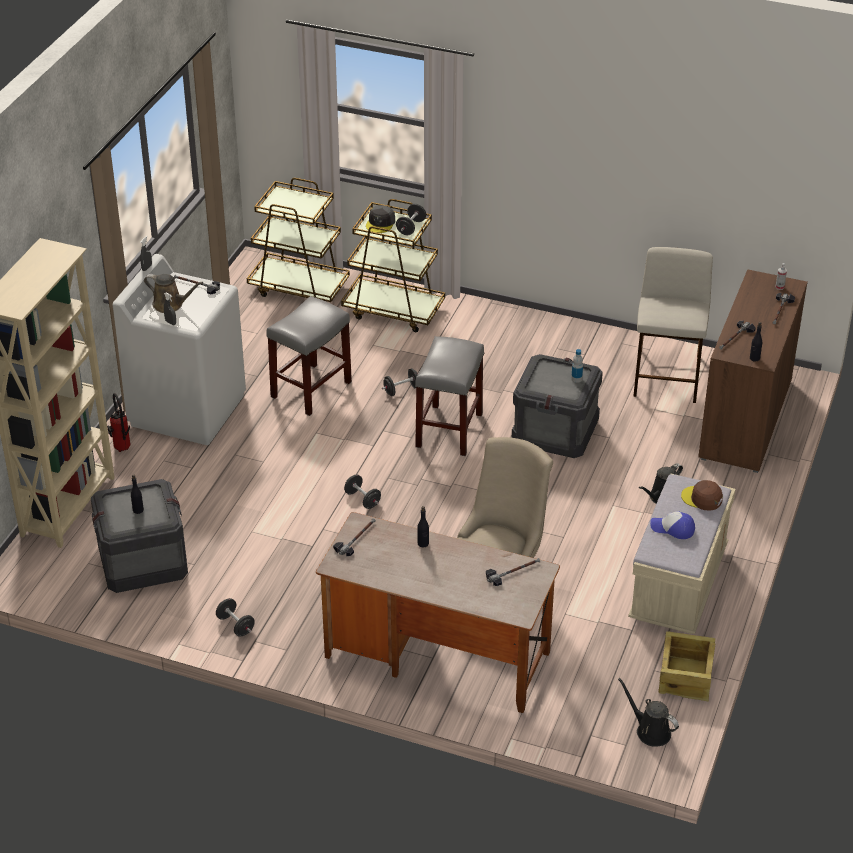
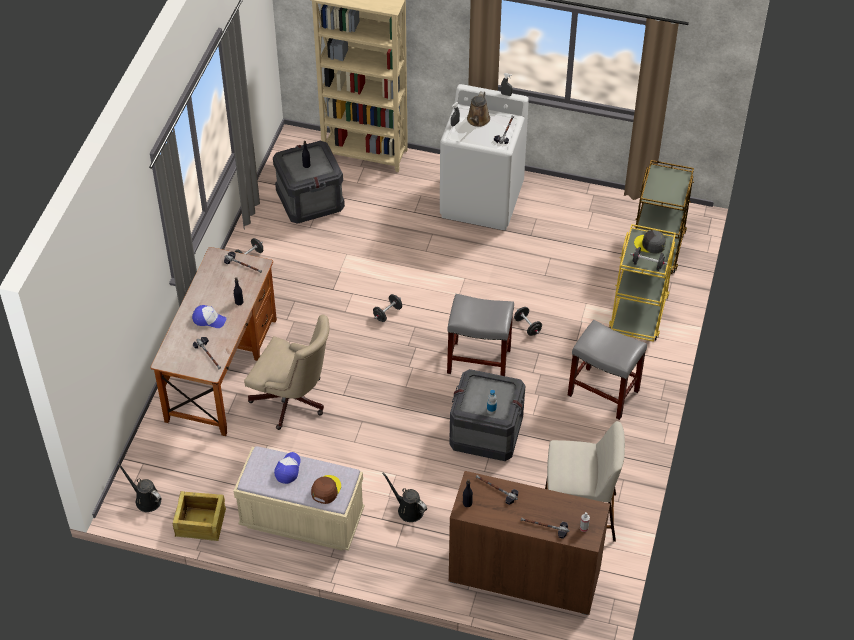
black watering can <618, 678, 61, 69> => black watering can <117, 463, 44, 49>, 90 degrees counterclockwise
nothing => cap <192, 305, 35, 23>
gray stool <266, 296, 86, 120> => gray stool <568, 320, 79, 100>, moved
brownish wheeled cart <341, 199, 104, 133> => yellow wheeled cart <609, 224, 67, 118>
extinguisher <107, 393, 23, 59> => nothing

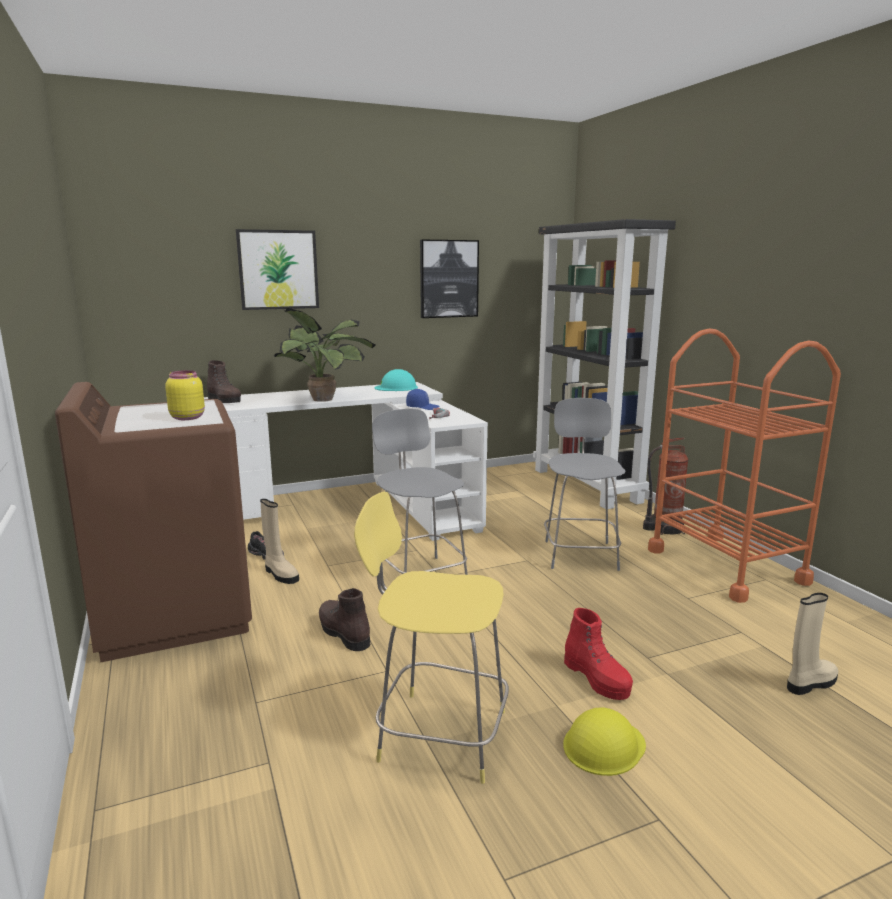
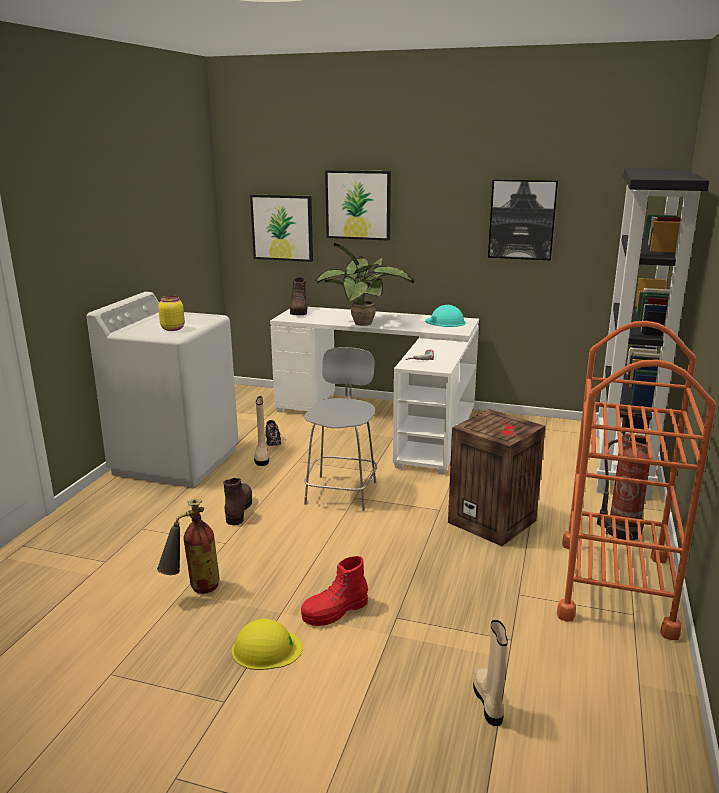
brownish laundry machine <55, 382, 197, 281> => white-coloured laundry machine <86, 292, 153, 195>
yellow stool <354, 492, 155, 292> => extinguisher <157, 498, 63, 96>
nothing => wall picture <250, 194, 63, 68>
reddish high-top boot <564, 608, 69, 92> => reddish high-top boot <301, 556, 67, 70>, 45 degrees clockwise
gray stool <544, 398, 81, 173> => packing crate <448, 409, 97, 137>
beige-coloured high-top boot <787, 593, 51, 102> => beige-coloured high-top boot <473, 620, 35, 106>, 105 degrees counterclockwise
blue-coloured cap <406, 389, 34, 21> => nothing

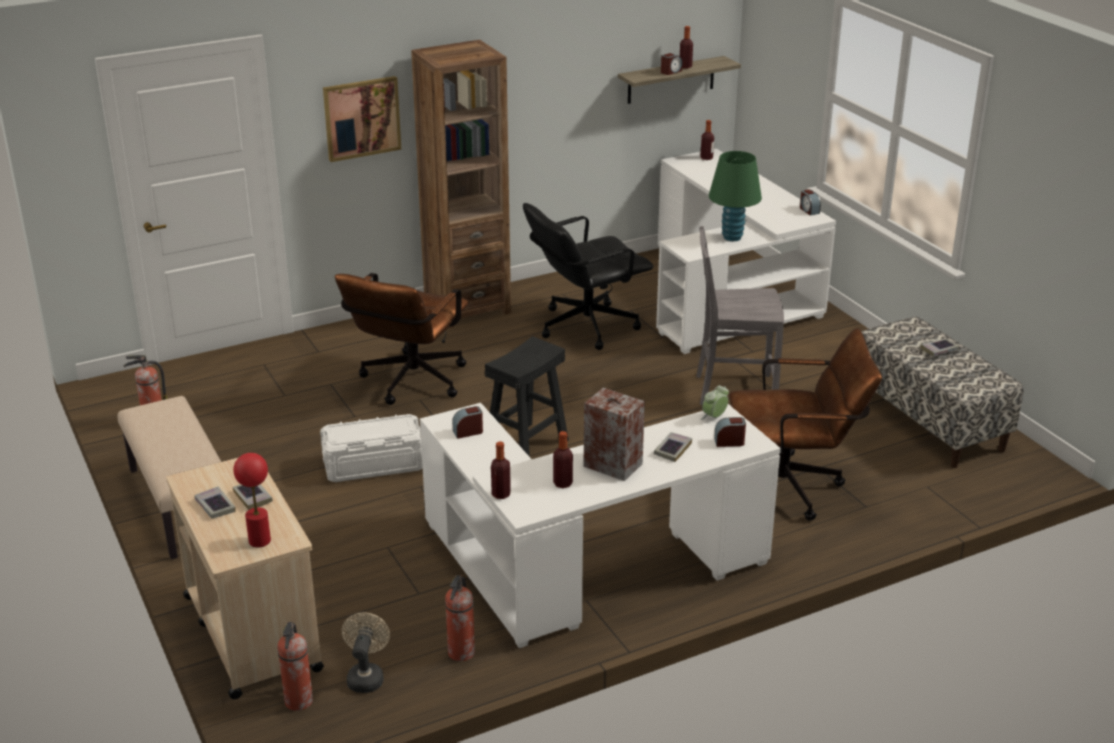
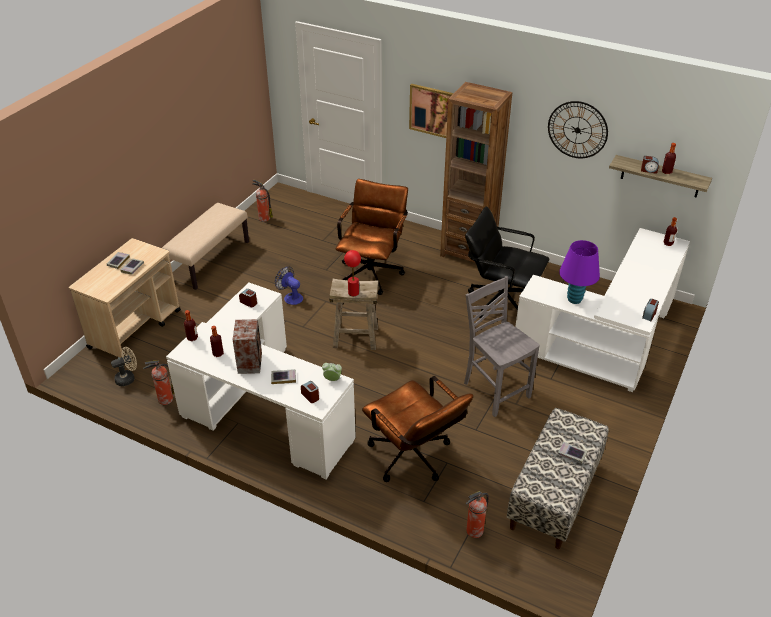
white-coloured storage box <320, 414, 103, 68> => cooling fan <275, 266, 28, 39>
black stool <485, 336, 84, 121> => beige-coloured stool <329, 279, 50, 71>
brownish desk chair <335, 273, 134, 132> => brownish desk chair <336, 179, 72, 116>, 120 degrees clockwise
reddish lamp for a table <233, 453, 38, 94> => reddish lamp for a table <344, 250, 17, 46>, moved
extinguisher <277, 622, 36, 89> => extinguisher <466, 491, 23, 47>, moved
nothing => wall clock <548, 101, 60, 57>
greenish lamp for a table <709, 151, 53, 90> => purplish lamp for a table <559, 240, 41, 64>

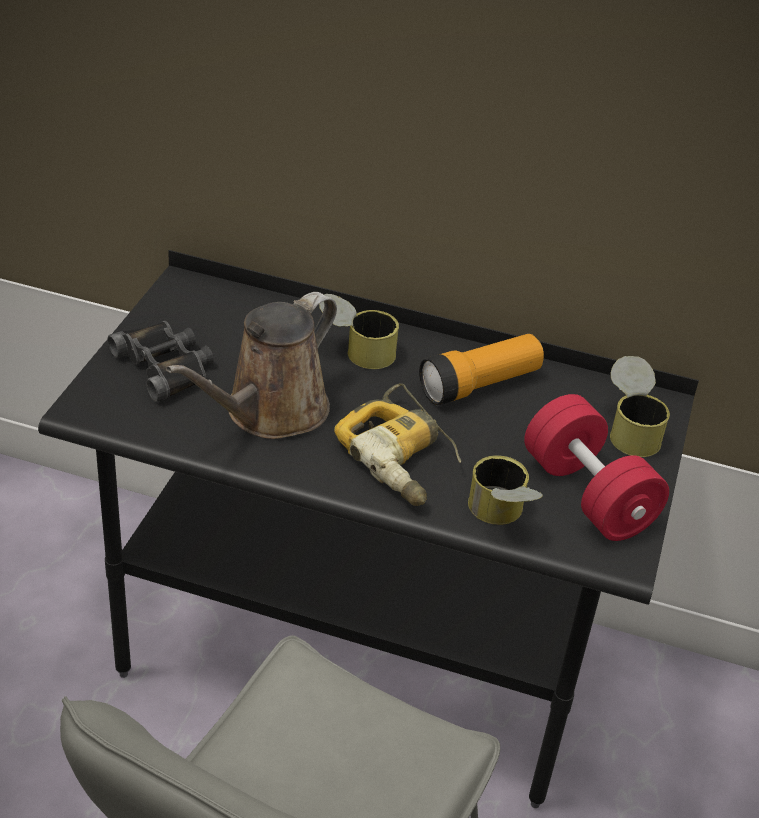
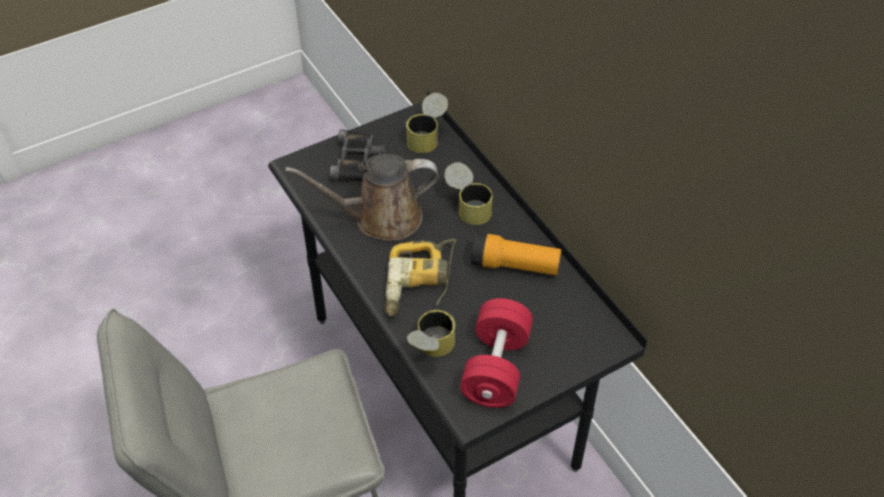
metal can <610, 356, 60, 101> => metal can <406, 93, 42, 60>, moved

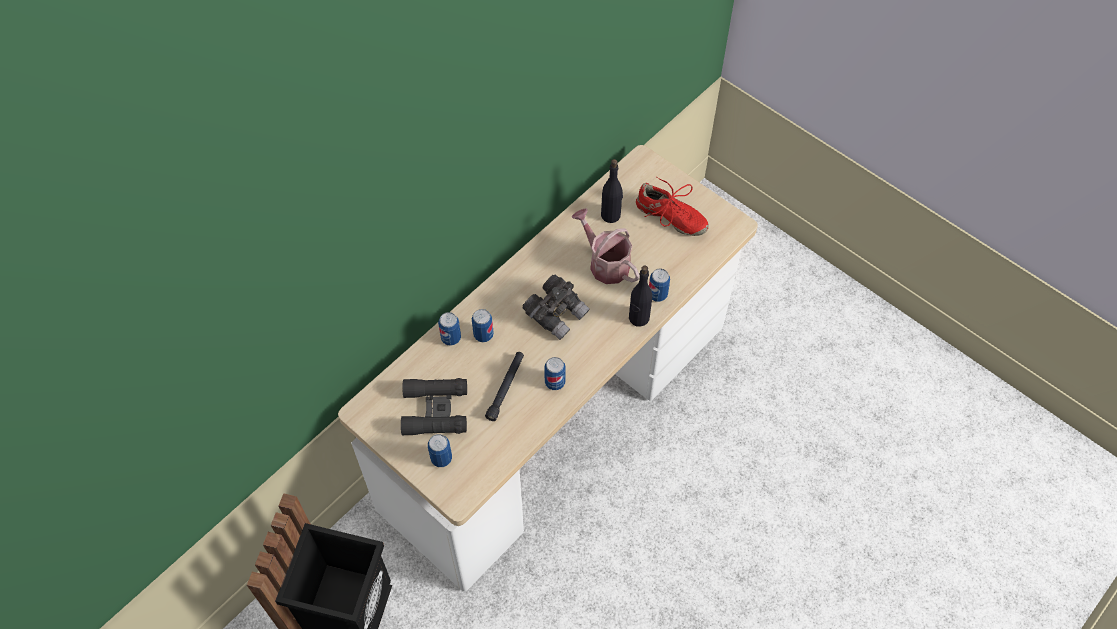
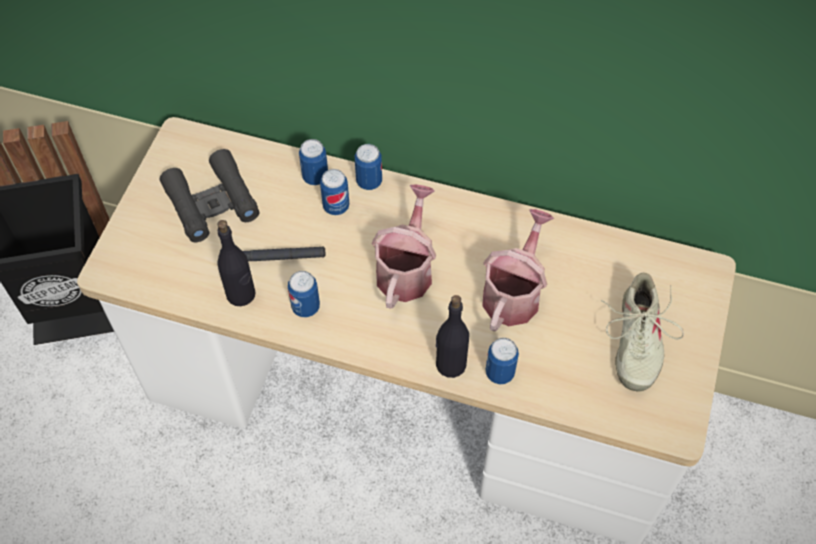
black bottle <601, 159, 22, 64> => black bottle <217, 220, 39, 86>, moved
metal can <428, 434, 24, 33> => metal can <355, 144, 27, 46>, moved
gray binoculars <522, 274, 68, 66> => watering can <372, 184, 64, 125>
reddish low shoe <636, 177, 73, 59> => beige-coloured low shoe <601, 273, 83, 119>

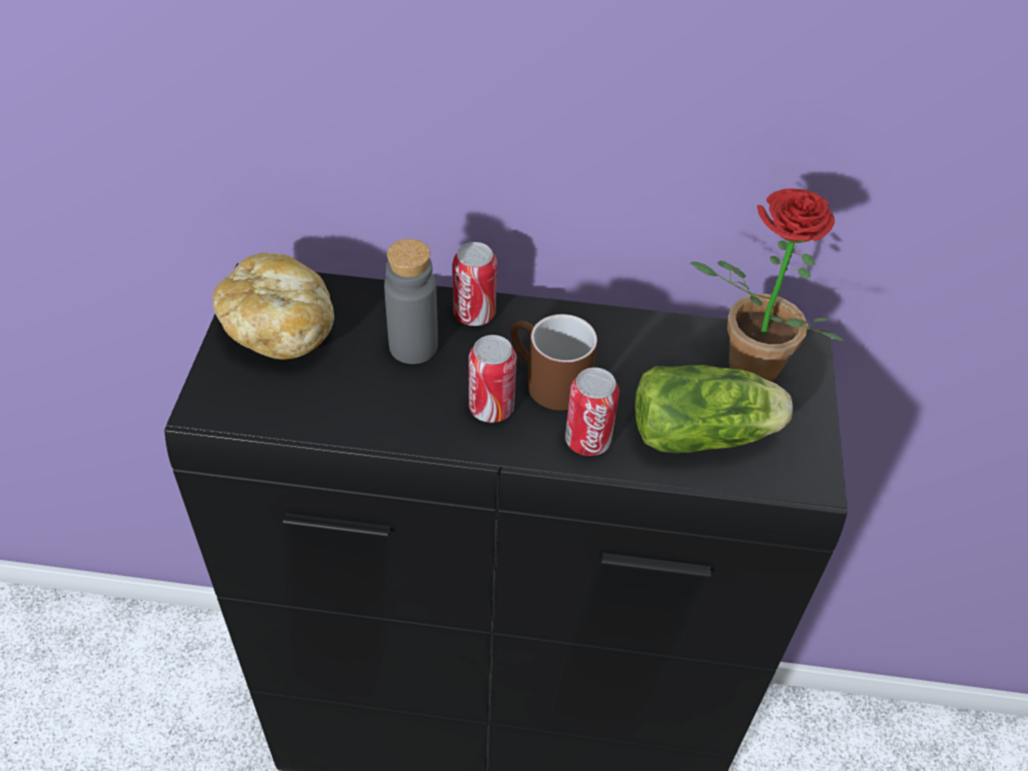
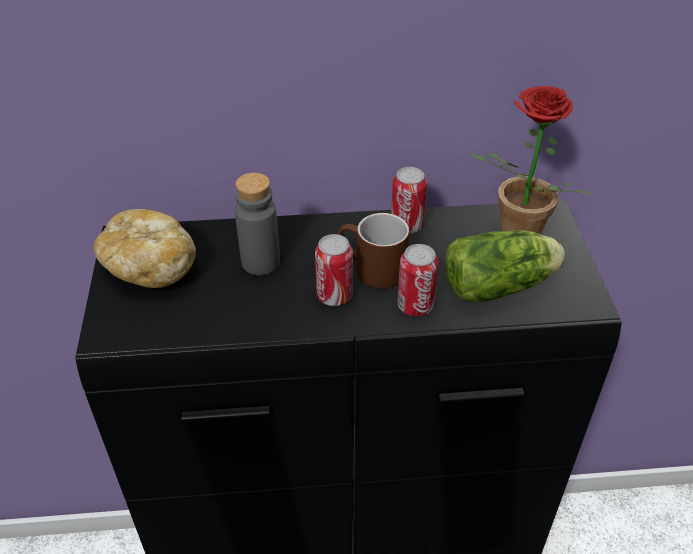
metal can <453, 242, 44, 84> => metal can <391, 167, 36, 67>, moved

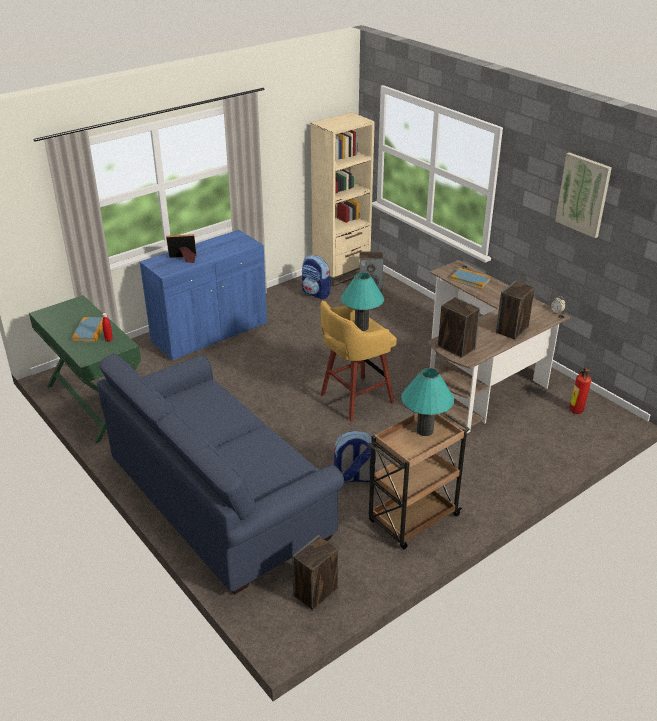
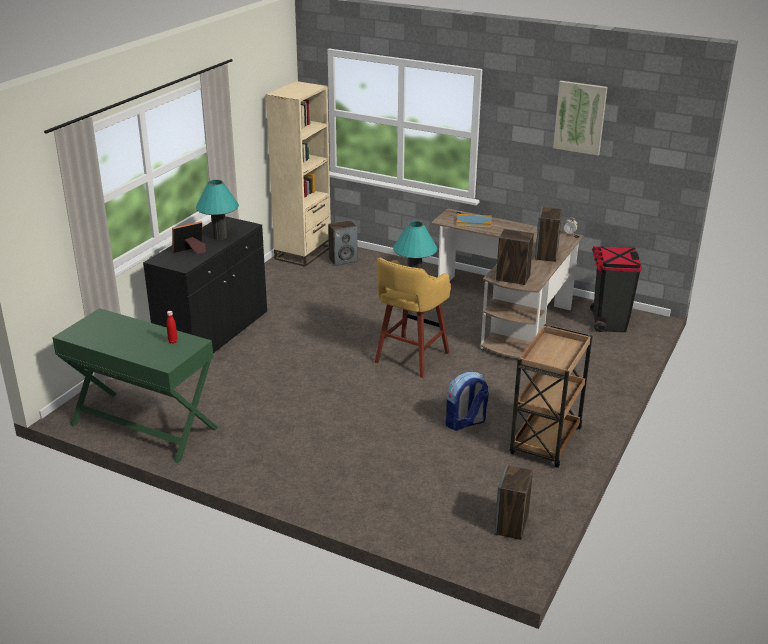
blue-coloured storage cabinet <139, 230, 128, 131> => black storage cabinet <143, 216, 124, 137>
blue-green lamp for a table <401, 368, 53, 68> => blue-green lamp for a table <196, 180, 43, 60>, moved
extinguisher <569, 368, 24, 46> => black rubbish bin <590, 246, 52, 86>
book <72, 317, 31, 26> => nothing
blue-coloured couch <97, 354, 247, 240> => nothing
backpack <302, 255, 30, 44> => nothing

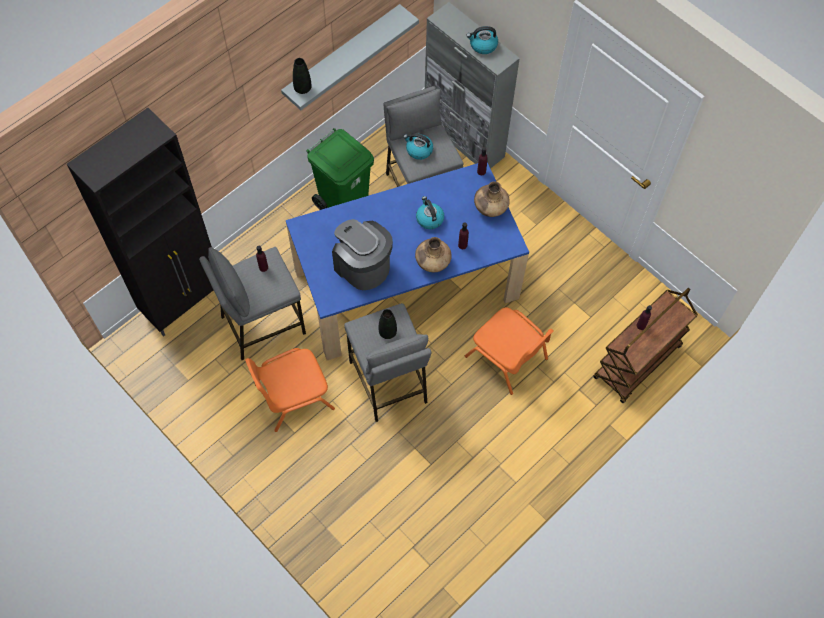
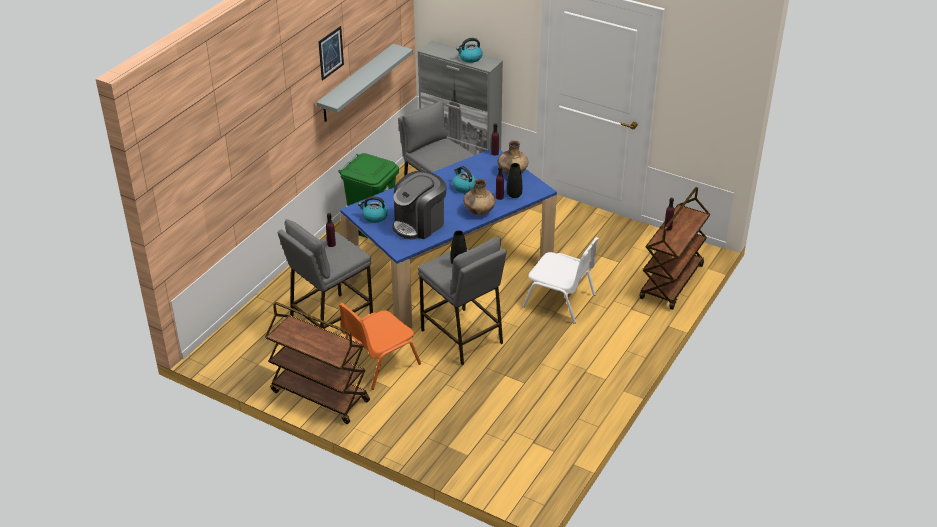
nothing => brownish wheeled cart <265, 302, 105, 122>
nothing => wall picture <318, 26, 26, 55>
water kettle <403, 133, 30, 27> => water kettle <358, 196, 30, 27>, moved
coffee machine <332, 219, 61, 71> => coffee machine <392, 171, 55, 68>, 75 degrees counterclockwise
black flower vase <293, 58, 18, 36> => black flower vase <507, 163, 15, 35>, moved
orange-coloured upright chair <465, 307, 89, 88> => white-coloured upright chair <522, 237, 77, 87>
black storage cabinet <67, 108, 146, 228> => nothing

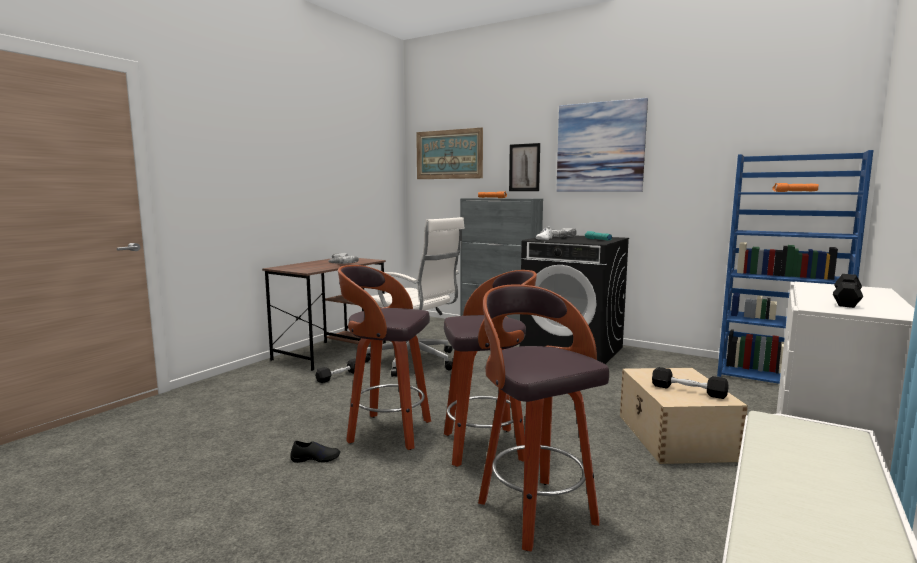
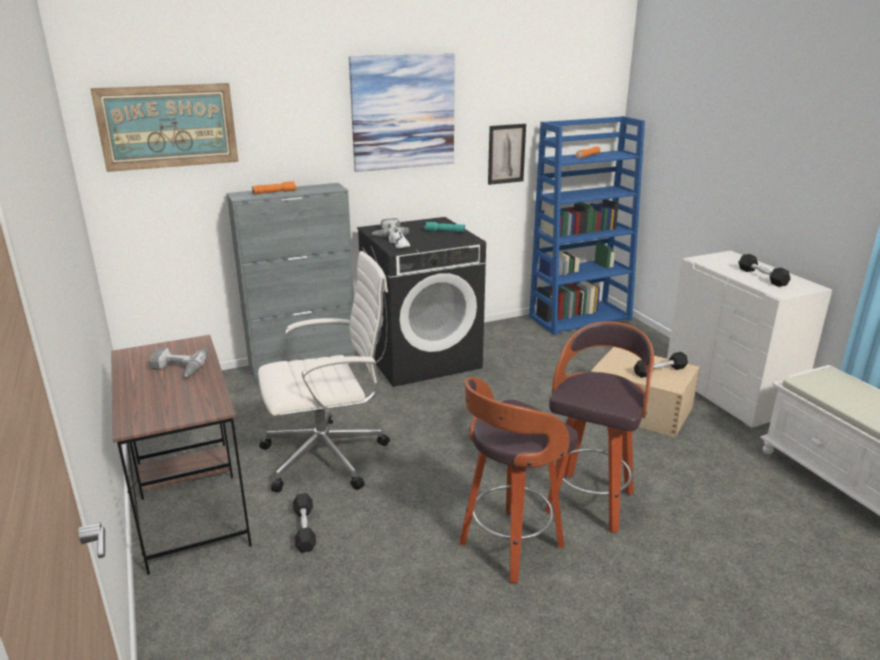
wall picture <509, 143, 31, 48> => wall picture <488, 124, 38, 61>, moved
black low shoe <290, 441, 51, 22> => nothing
stool <478, 285, 131, 267> => nothing

